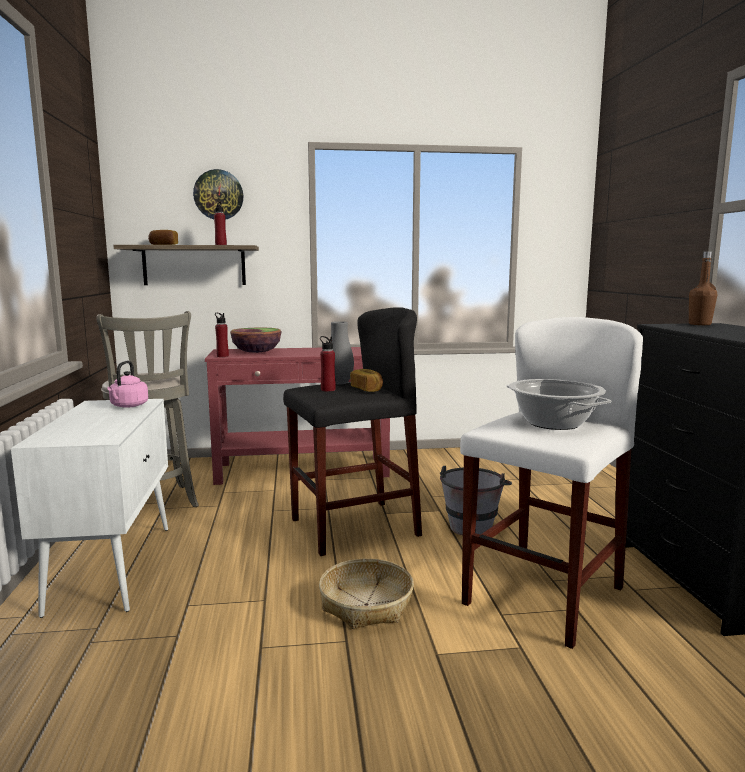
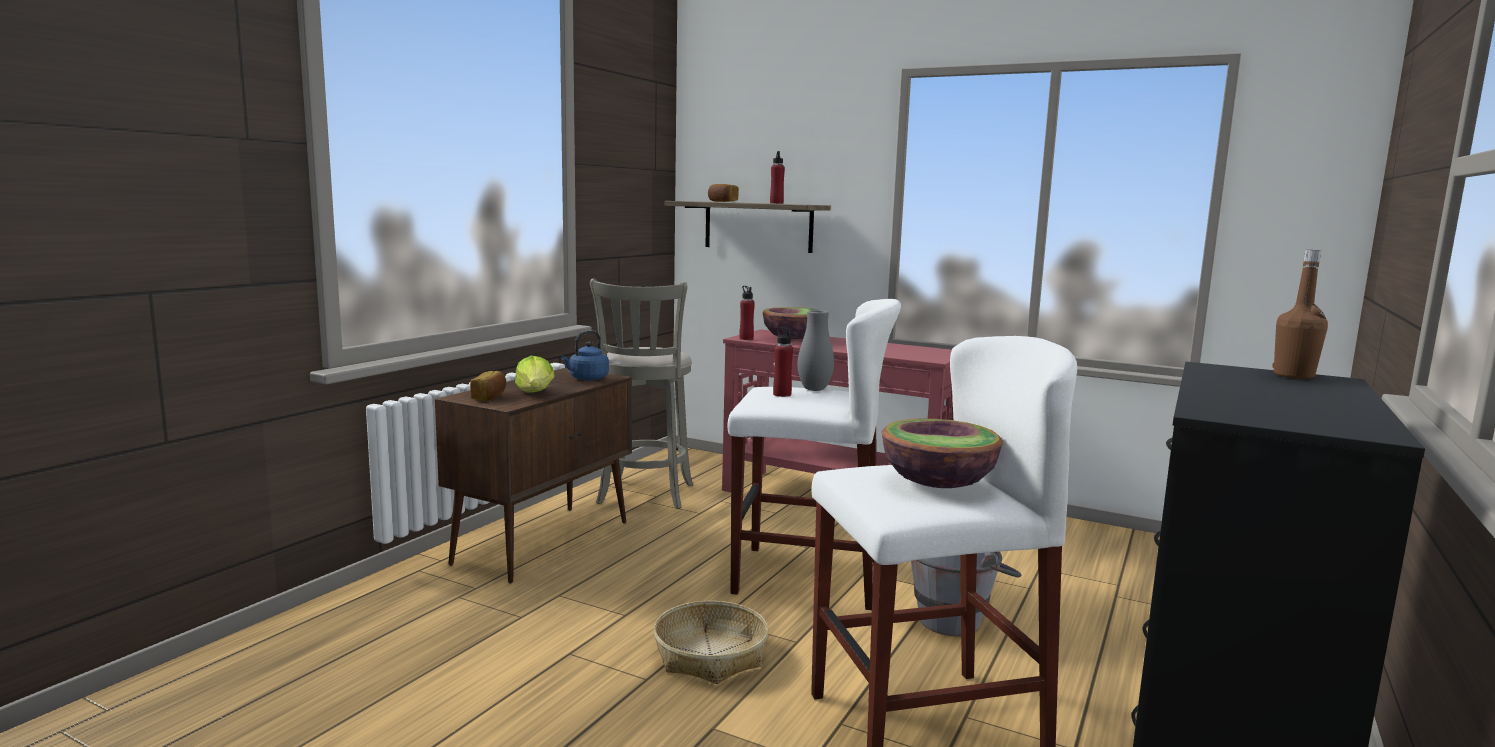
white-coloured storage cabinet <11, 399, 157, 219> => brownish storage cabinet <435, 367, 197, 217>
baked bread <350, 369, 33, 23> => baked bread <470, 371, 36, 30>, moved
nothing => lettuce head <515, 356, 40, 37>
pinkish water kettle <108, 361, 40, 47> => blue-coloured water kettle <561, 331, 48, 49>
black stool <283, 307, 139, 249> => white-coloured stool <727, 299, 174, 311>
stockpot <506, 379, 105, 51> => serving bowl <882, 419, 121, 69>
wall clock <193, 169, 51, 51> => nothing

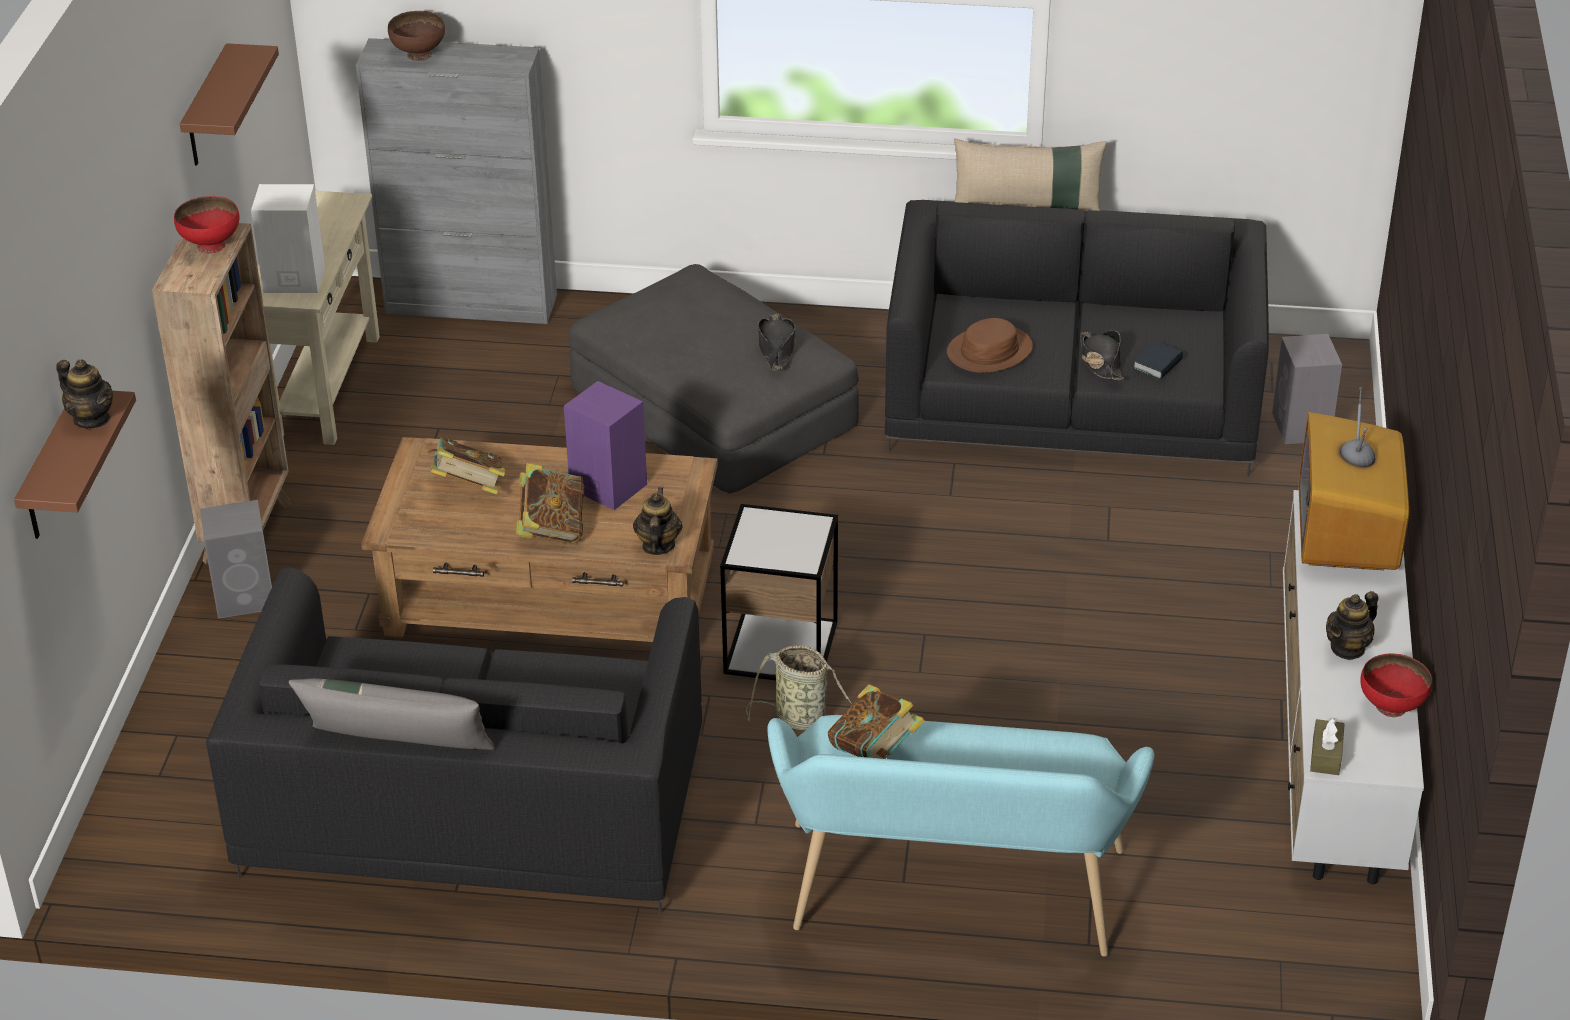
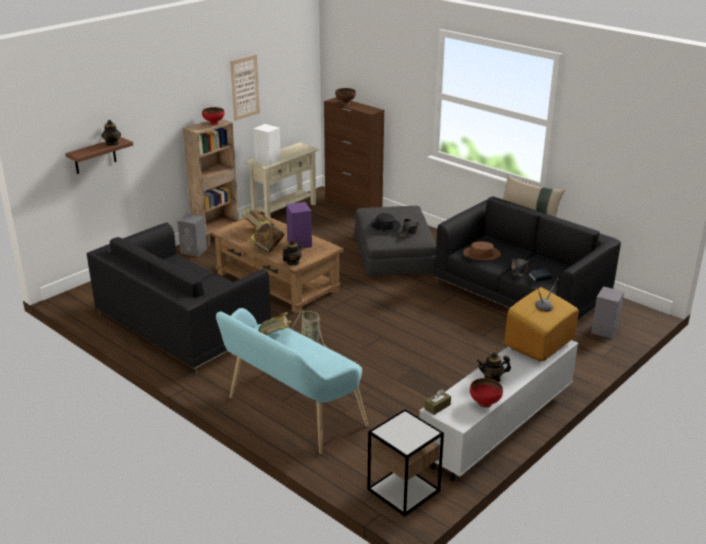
brownish bracket shelf <180, 43, 99, 123> => wall picture <230, 54, 30, 67>
gray storage cabinet <356, 38, 201, 286> => brownish storage cabinet <324, 97, 60, 114>
accent table <720, 504, 118, 176> => accent table <367, 409, 77, 107>, moved
nothing => black wearable hat <371, 213, 30, 19>
gray pillow <289, 678, 206, 72> => nothing

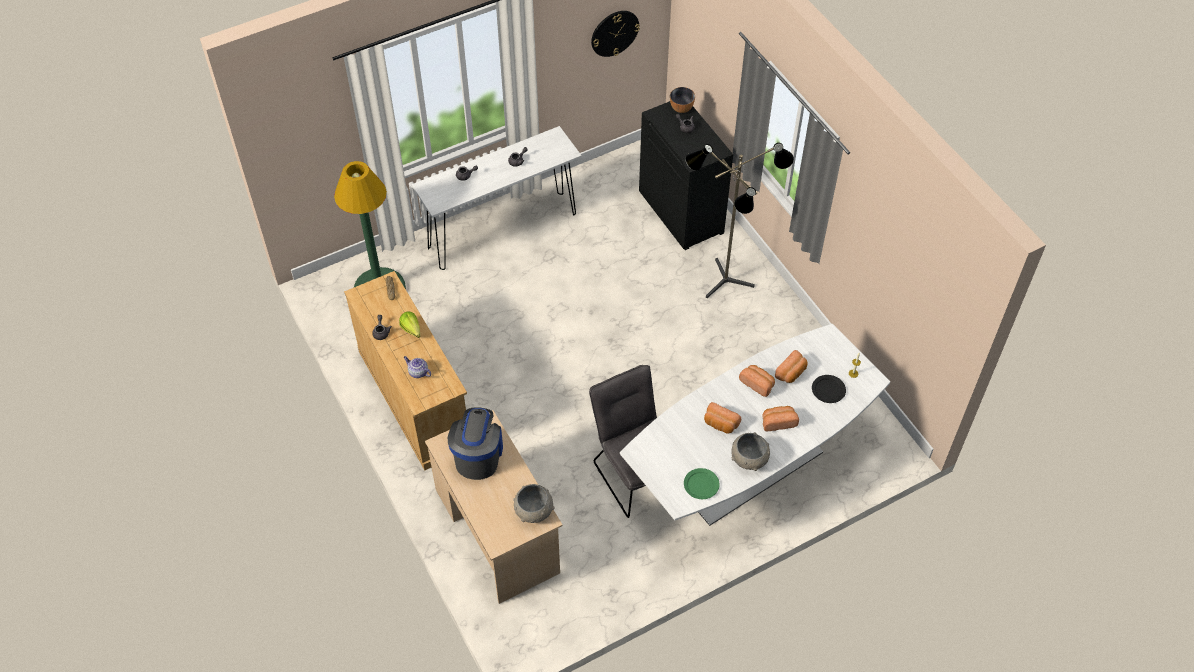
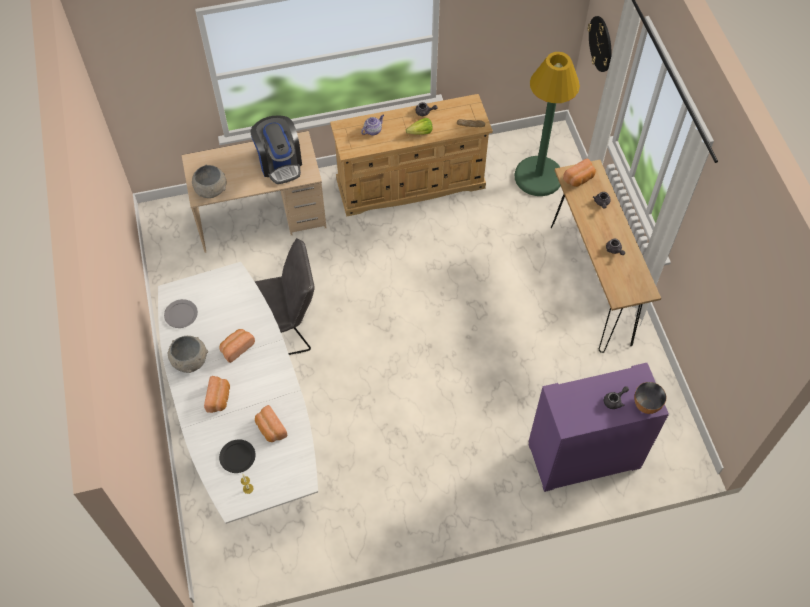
greenish flat dish <684, 468, 36, 31> => gray flat dish <164, 299, 34, 29>
coffee machine <448, 407, 55, 73> => coffee machine <250, 116, 52, 68>, 45 degrees clockwise
black storage cabinet <639, 101, 94, 149> => purplish storage cabinet <528, 363, 141, 129>
white-coloured hall table <412, 126, 170, 144> => brownish hall table <551, 160, 110, 193>
baked bread <739, 365, 36, 32> => baked bread <563, 159, 33, 28>, moved
wall clock <591, 11, 49, 46> => wall clock <588, 16, 23, 56>, moved
standing lamp <685, 143, 109, 155> => nothing

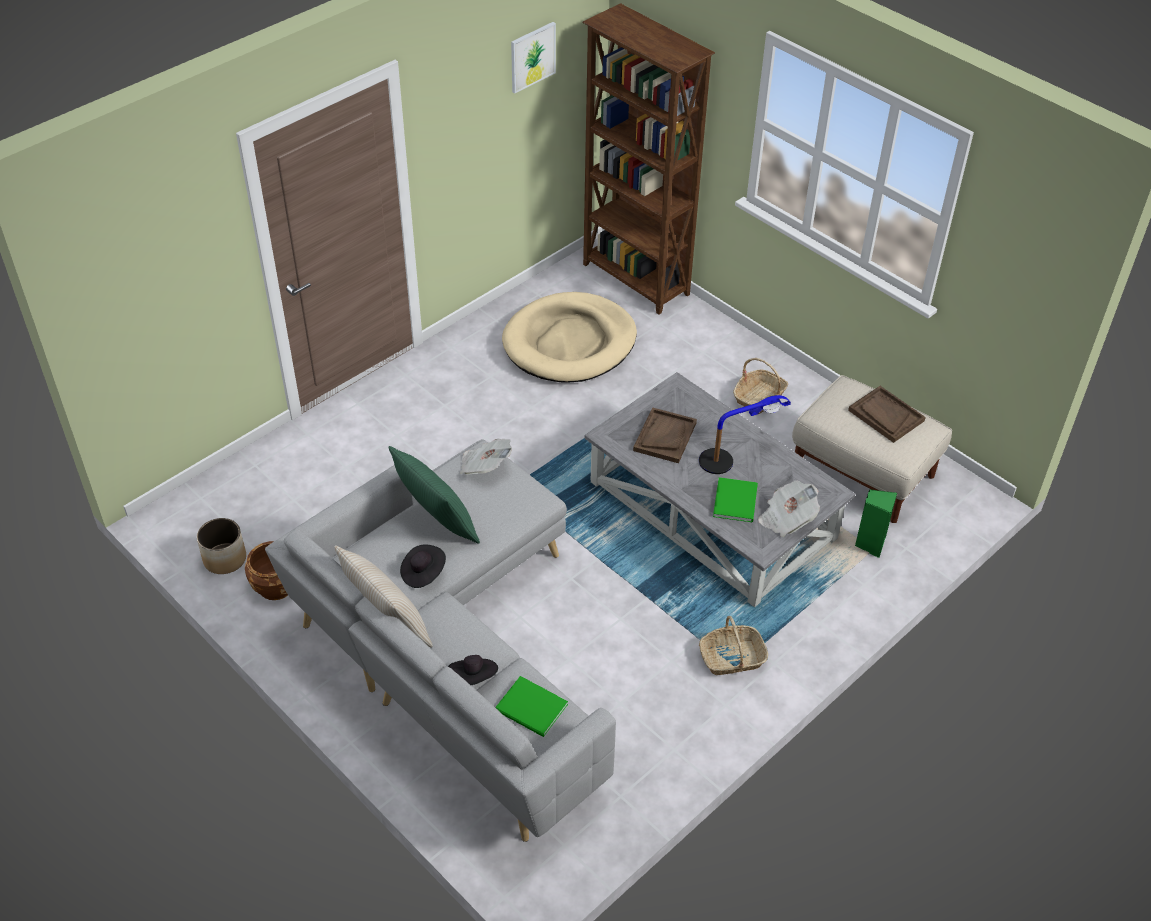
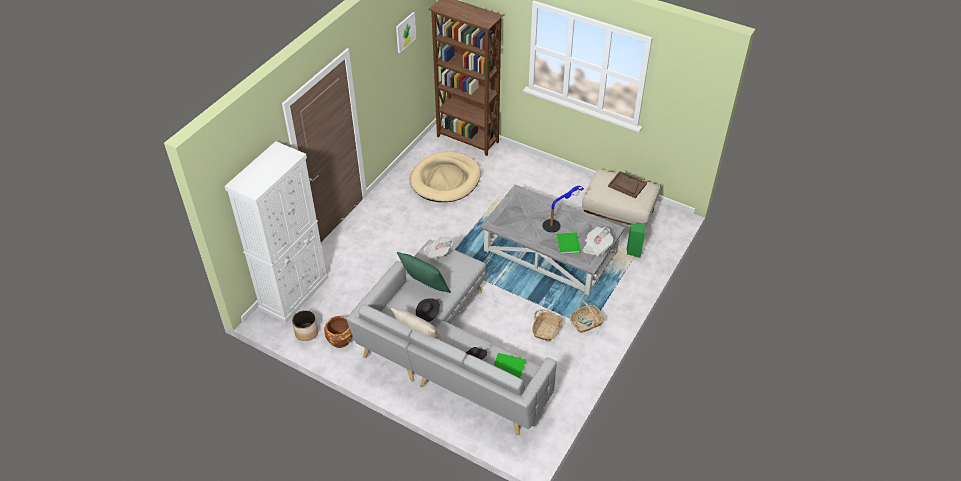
nothing => white-coloured storage cabinet <225, 141, 103, 182>
storage basket <733, 358, 55, 56> => storage basket <532, 309, 30, 33>, moved
brownish serving tray <633, 407, 64, 56> => nothing

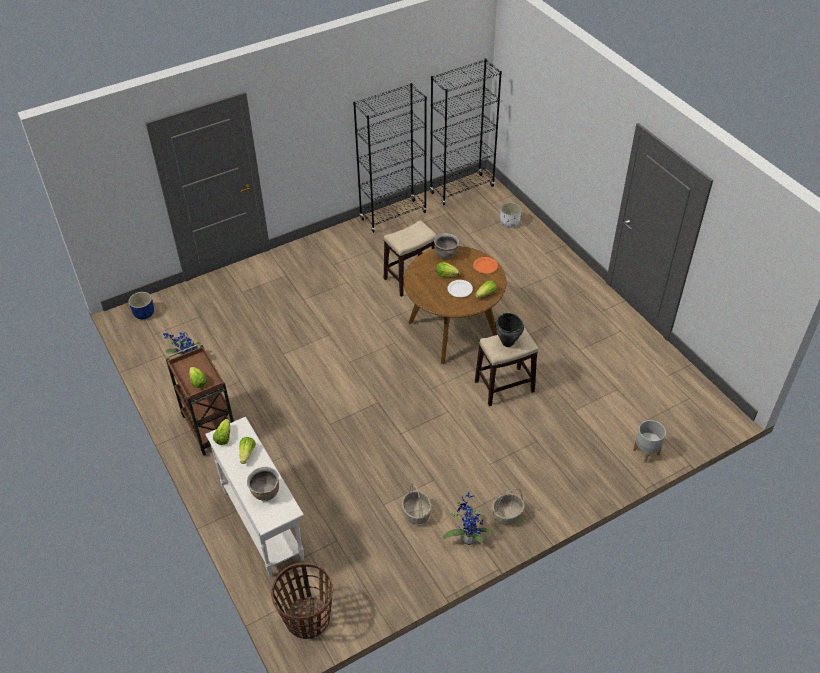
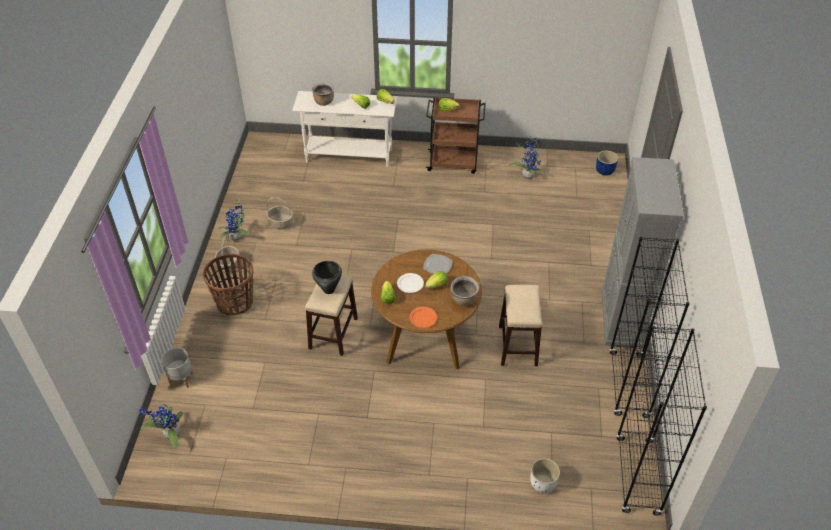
nothing => plant in a pot <139, 404, 44, 43>
storage basket <271, 563, 62, 76> => storage basket <203, 254, 51, 62>, moved
nothing => flat dish <423, 254, 30, 20>
nothing => gray storage cabinet <601, 157, 83, 191>

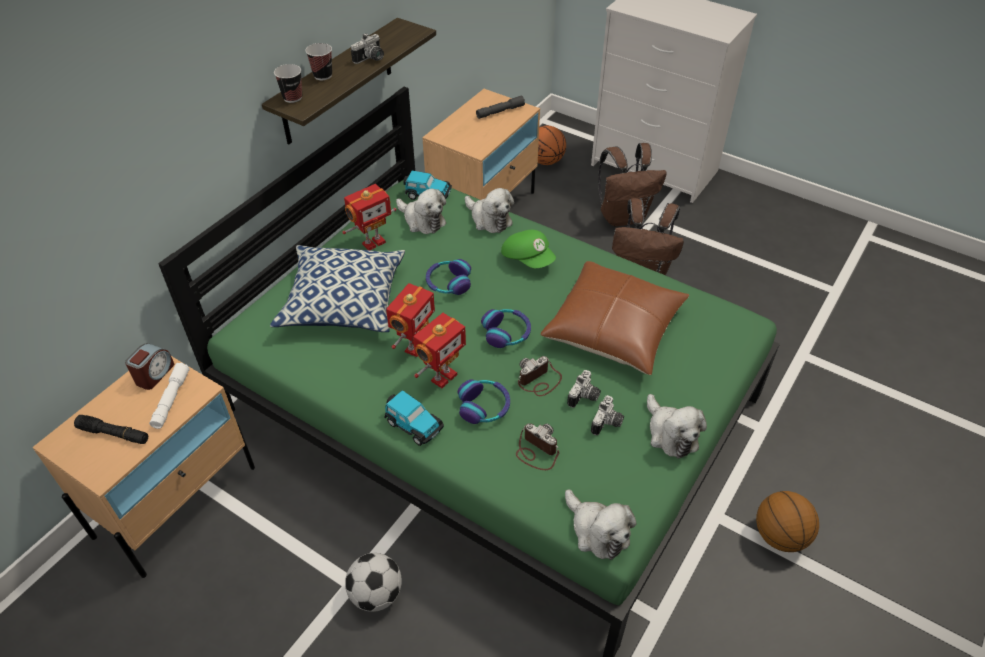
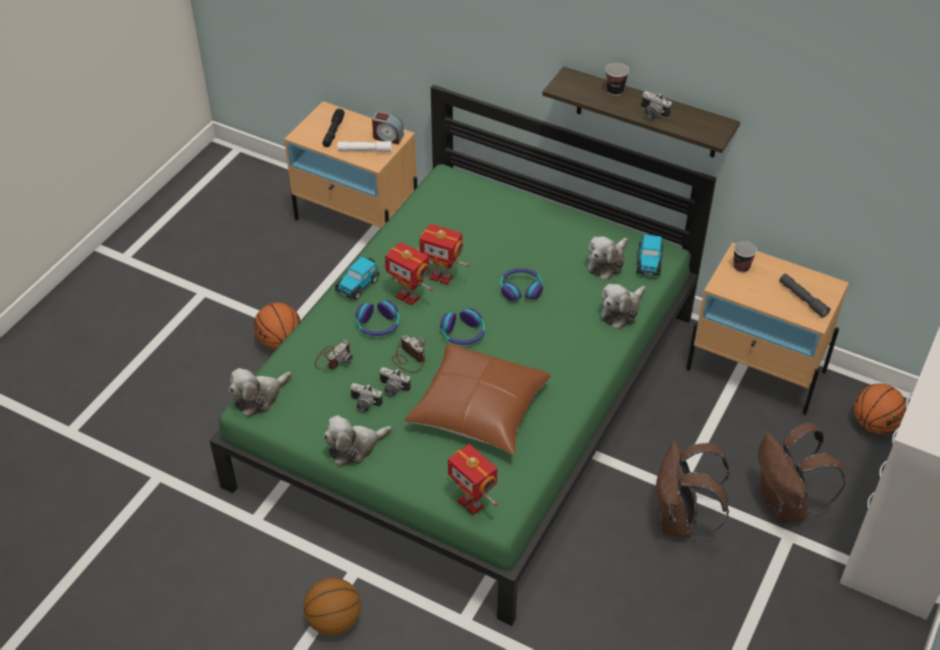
football <345, 553, 57, 59> => ball for basketball <254, 303, 47, 47>
robot figure <342, 184, 54, 66> => robot figure <448, 444, 50, 71>, moved
cup <274, 64, 28, 39> => cup <733, 241, 24, 32>, moved
pillow <270, 245, 135, 87> => nothing
greenish cap <501, 230, 55, 38> => nothing

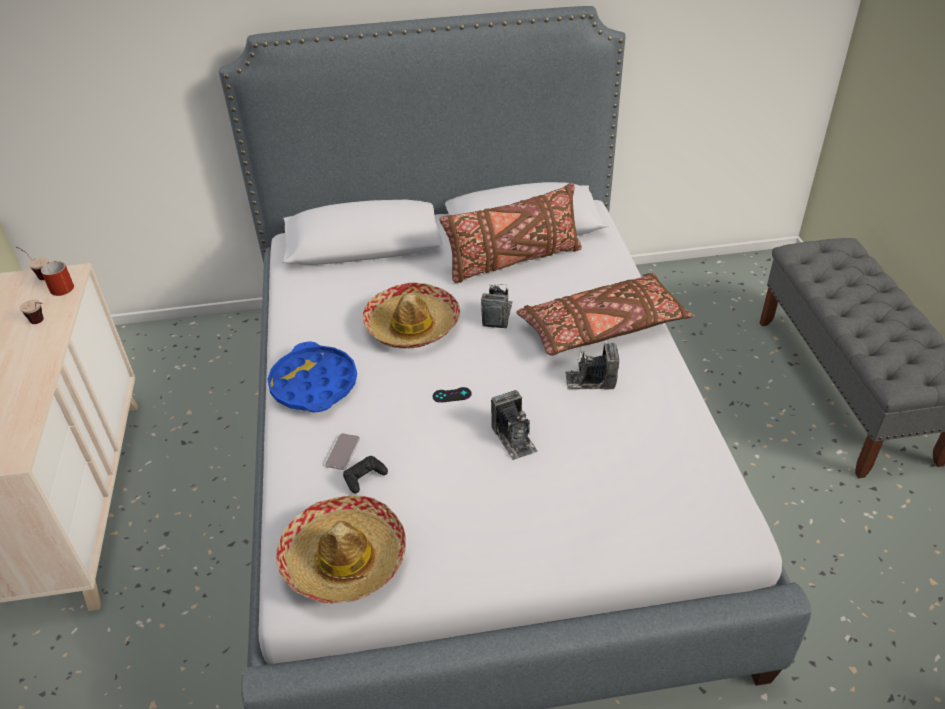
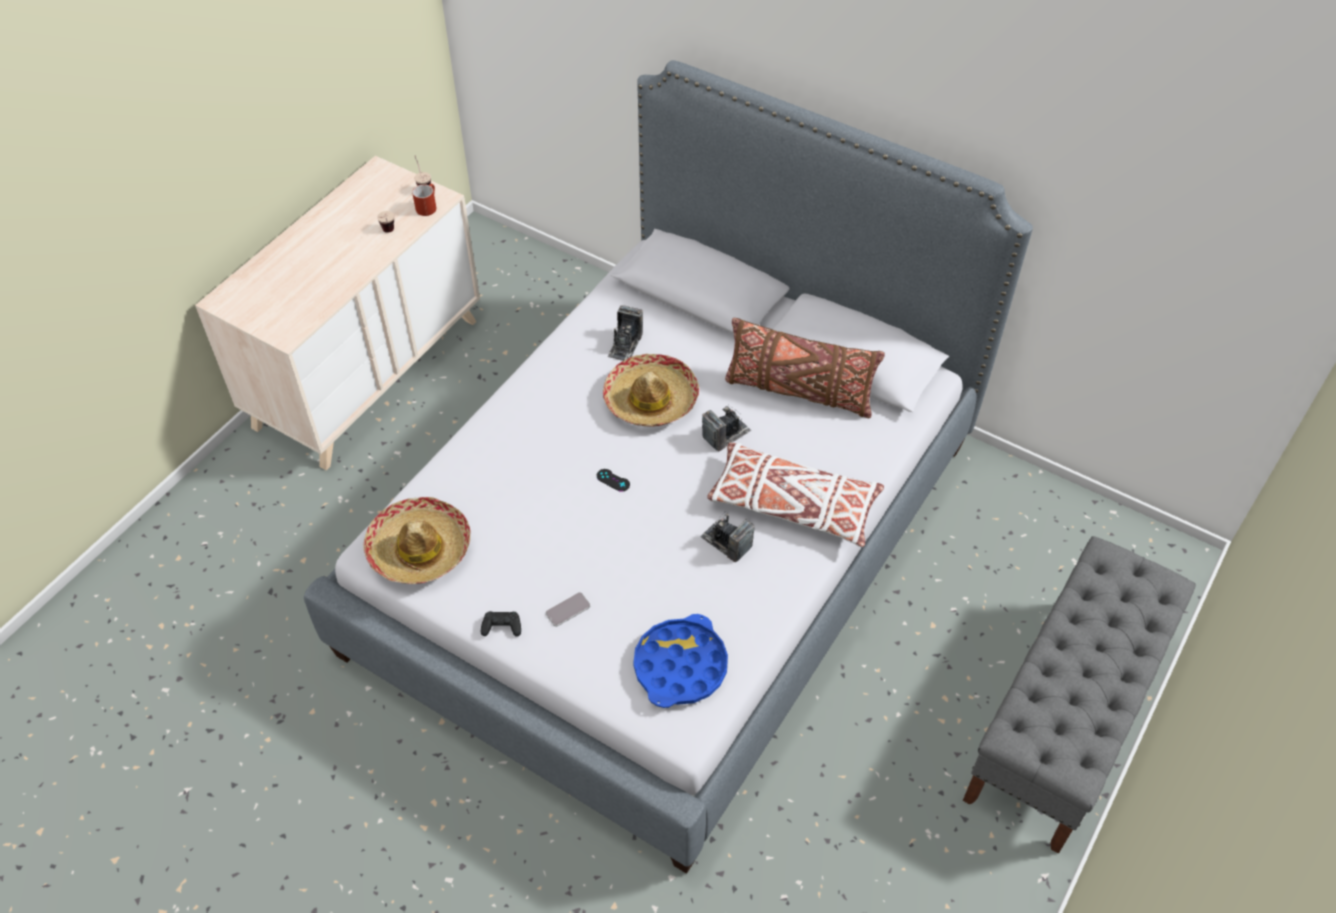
black game controller <343, 456, 45, 38> => black game controller <481, 611, 40, 26>, moved
phone <325, 433, 35, 37> => phone <545, 592, 45, 34>, moved
photo camera <491, 390, 47, 70> => photo camera <607, 305, 36, 56>, moved
blue-coloured serving tray <267, 341, 90, 72> => blue-coloured serving tray <633, 614, 95, 94>, moved
brownish pillow <516, 273, 177, 83> => white-coloured pillow <707, 442, 177, 105>

